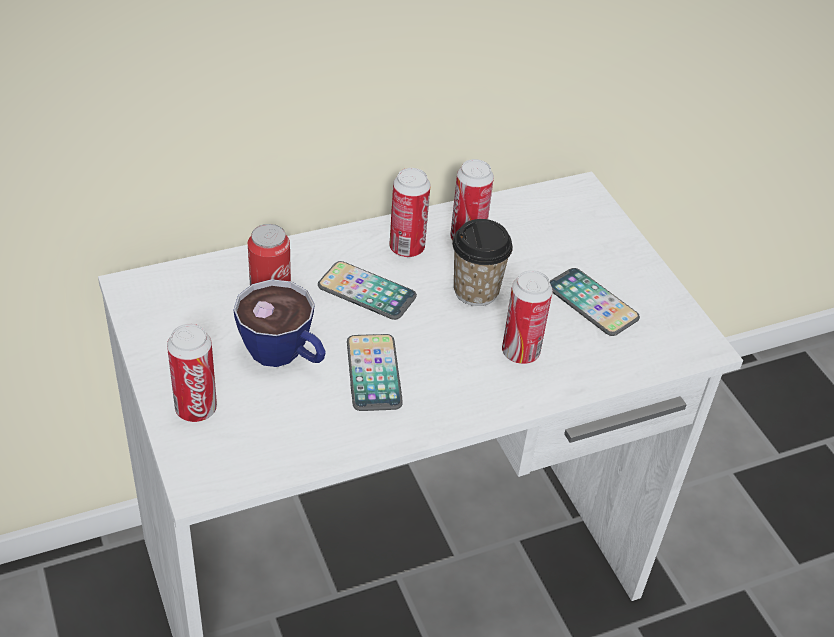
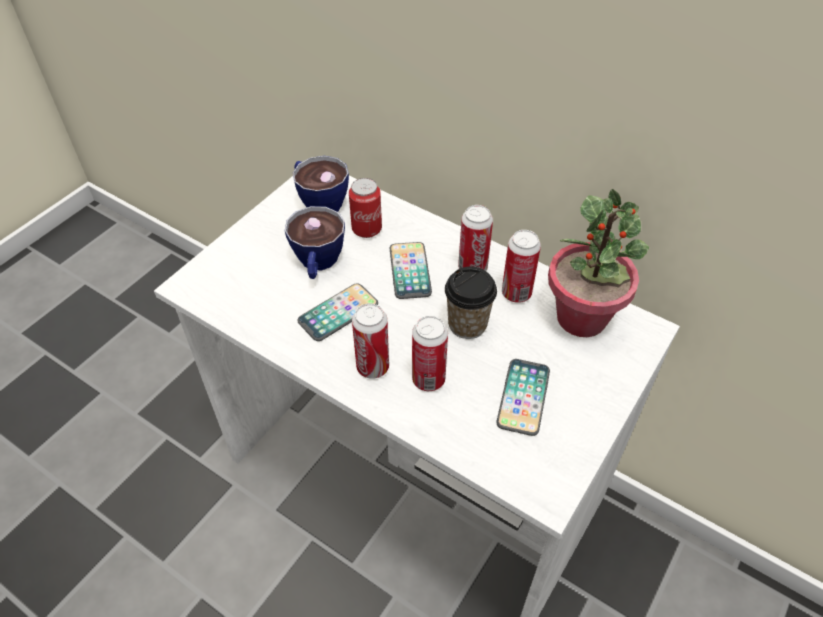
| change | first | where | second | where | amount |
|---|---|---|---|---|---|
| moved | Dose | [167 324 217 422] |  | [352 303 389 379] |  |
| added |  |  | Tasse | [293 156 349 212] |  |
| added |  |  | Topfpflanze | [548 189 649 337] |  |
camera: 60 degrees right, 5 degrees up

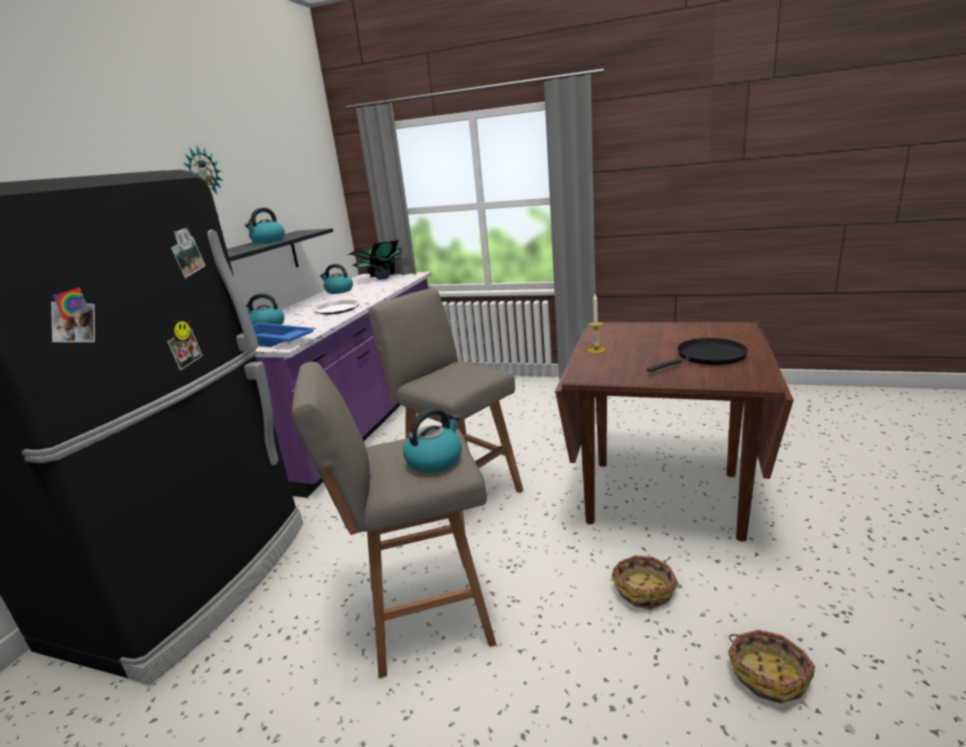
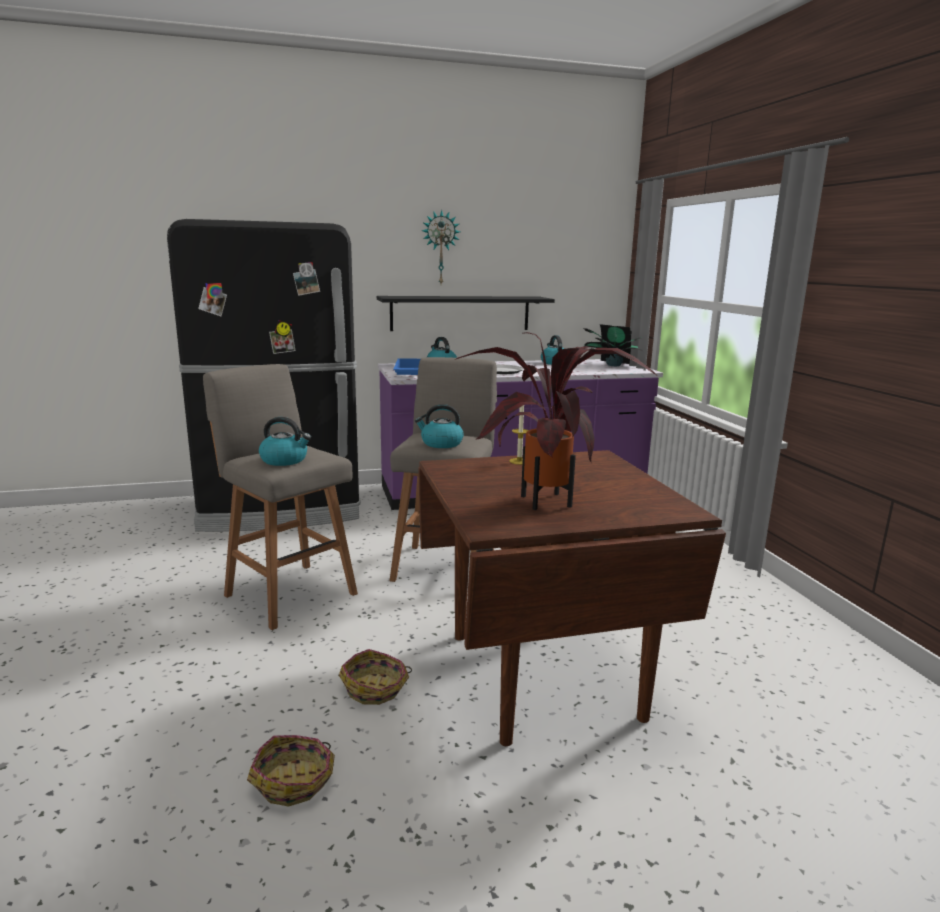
| change | first | where | second | where | amount |
|---|---|---|---|---|---|
| moved | Wasserkessel | [244 208 285 244] |  | [415 404 464 448] |  |
| replaced | Pfanne [schwarz] | [647 338 748 372] | Topfpflanze | [456 332 656 510] |  |
camera: 55 degrees right, 5 degrees down

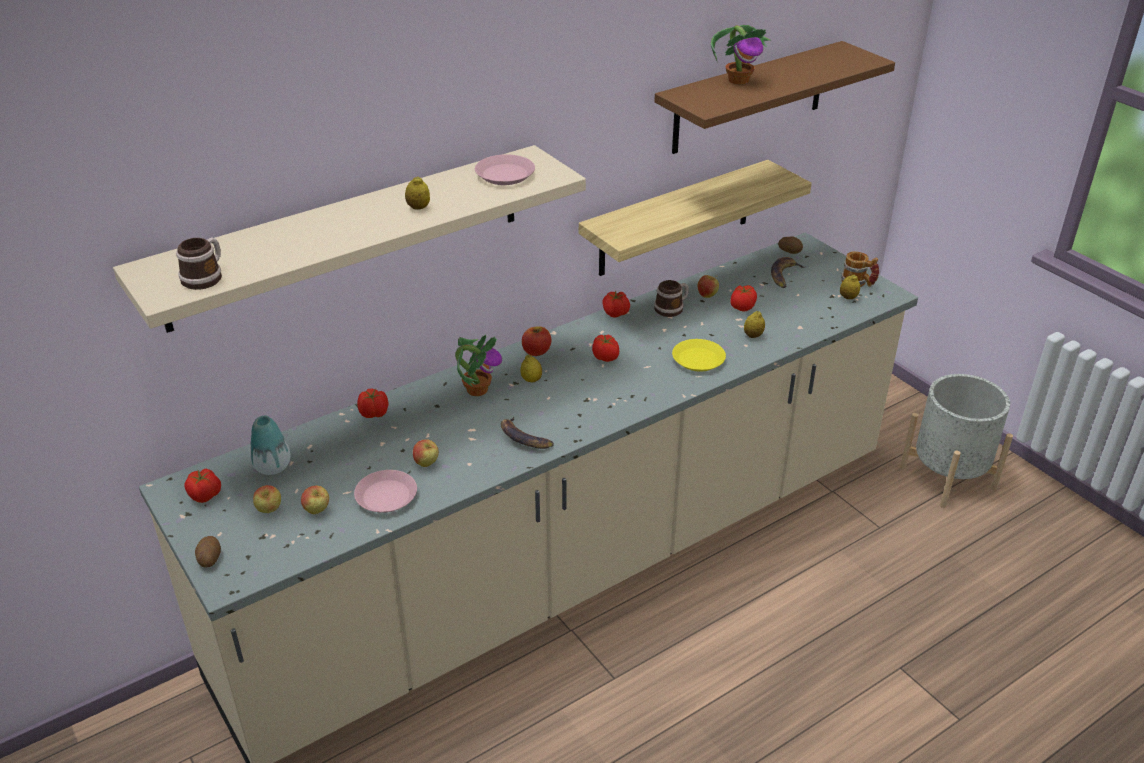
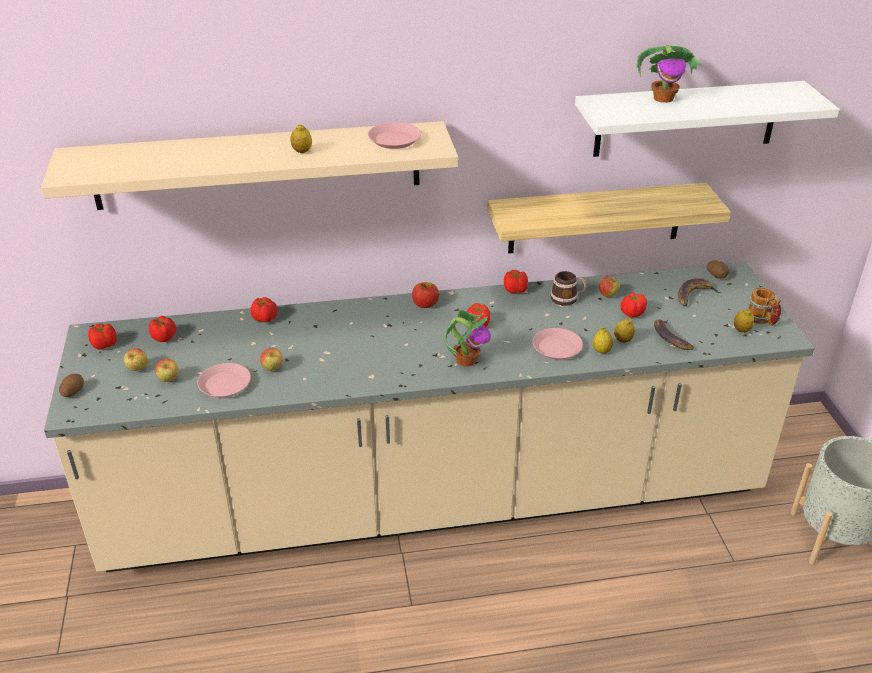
| change | first | where | second | where | amount |
|---|---|---|---|---|---|
| removed | Henkelbecher | [176 237 222 290] |  |  |  |
| replaced | Vase | [250 416 291 475] | Tomate | [149 316 176 342] |  |
| moved | Topfpflanze | [455 334 502 396] |  | [444 310 491 367] |  |
| moved | Banane | [501 417 554 449] |  | [654 319 694 350] |  |
| moved | Zitrone | [520 355 542 382] |  | [593 328 613 354] |  |
| recoloured | Wandregal [braun] | [654 41 895 154] | Wandregal [weiß] | [575 81 840 157] |  |
| recoloured | Teller [gelb] | [672 339 726 372] | Teller [rosa] | [533 328 583 359] |  |
camera: 25 degrees right, 0 degrees up

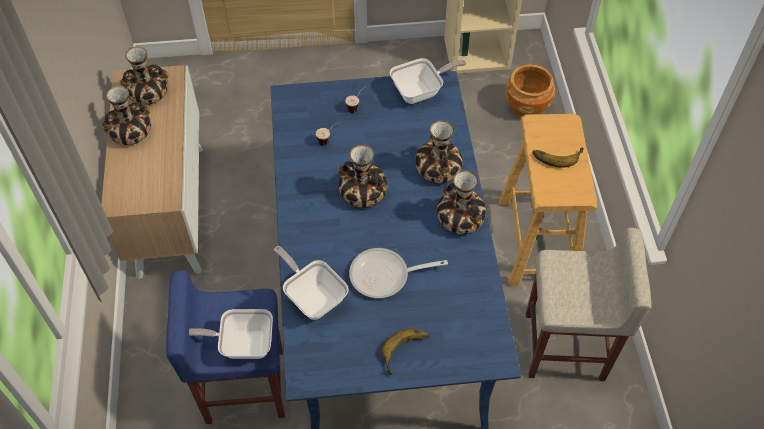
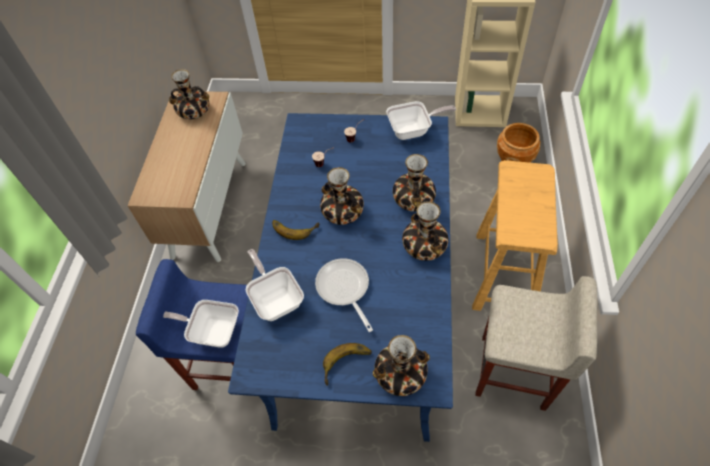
| change | first | where | second | where | amount |
|---|---|---|---|---|---|
| moved | Vase | [102 86 151 145] |  | [373 335 430 396] |  |
| turned | Pfanne | [349 248 448 298] |  | [315 258 373 332] | 60 degrees clockwise |
| moved | Banane | [532 147 584 168] |  | [272 220 319 240] |  |
camera: 15 degrees right, 0 degrees up

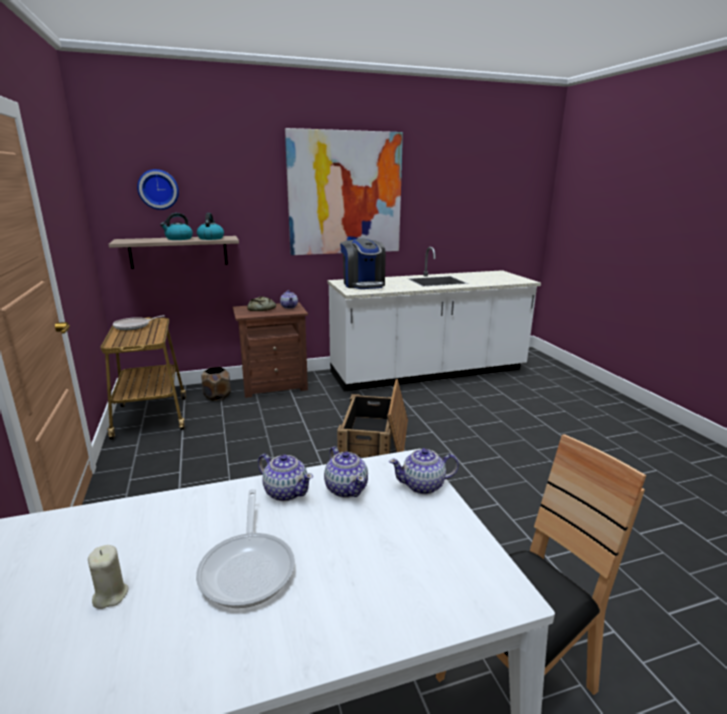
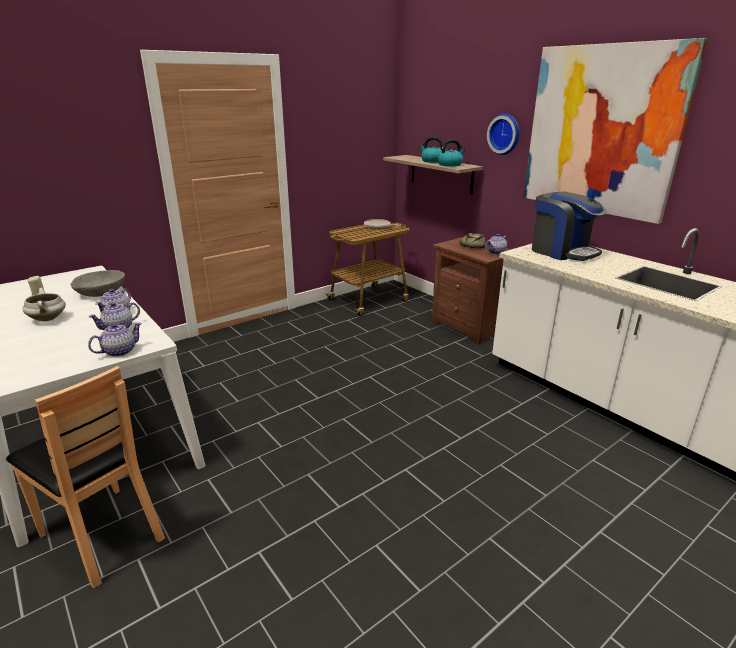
| change | first | where | second | where | amount |
|---|---|---|---|---|---|
| moved | Wanduhr | [137 169 179 210] |  | [487 114 519 155] |  |
| replaced | Pfanne | [196 489 295 608] | Kochtopf [weiß] | [22 288 66 321] |  |
| removed | Pflanzkübel [braun] | [201 367 231 401] |  |  |  |
| removed | Kiste | [337 379 408 458] |  |  |  |
| turned | Kaffeemaschine | [340 238 386 289] |  | [532 191 606 261] | 90 degrees counterclockwise |
| turned | Teekanne | [389 448 459 494] |  | [88 322 142 357] | 75 degrees clockwise |
| added |  |  | Schüssel [grau] | [71 270 125 297] |  |
camera: 70 degrees right, 5 degrees up

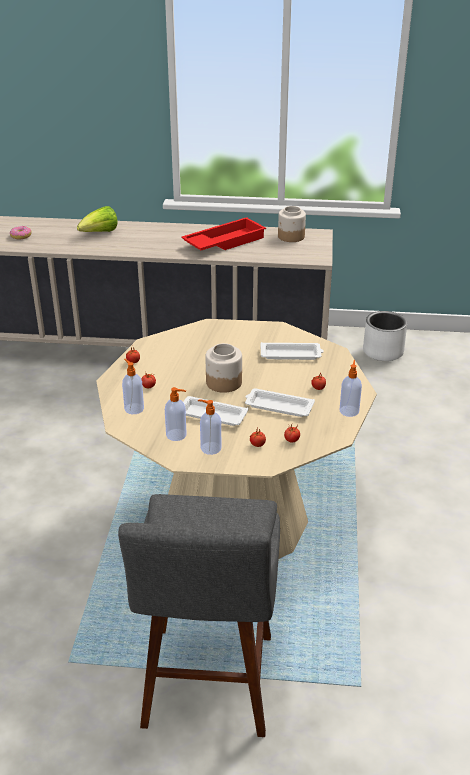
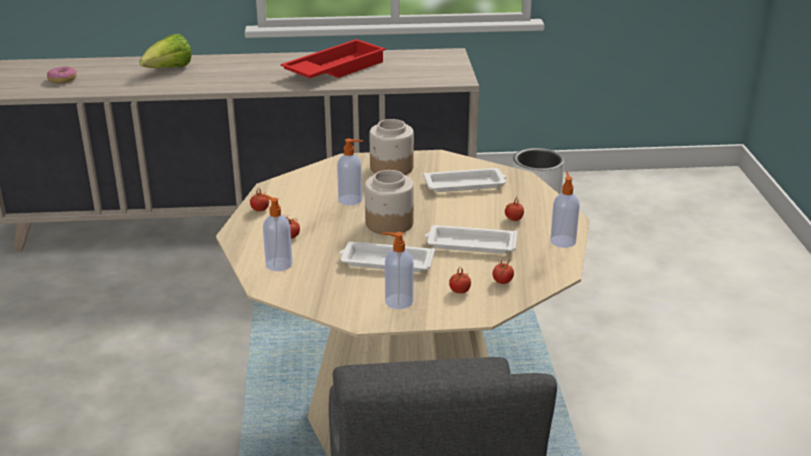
| change | first | where | second | where | amount |
|---|---|---|---|---|---|
| moved | Seifenspender | [165 387 187 441] |  | [337 139 363 205] |  |
| moved | Vorratsglas | [278 206 306 242] |  | [370 119 414 175] |  |
camera: 10 degrees left, 5 degrees down

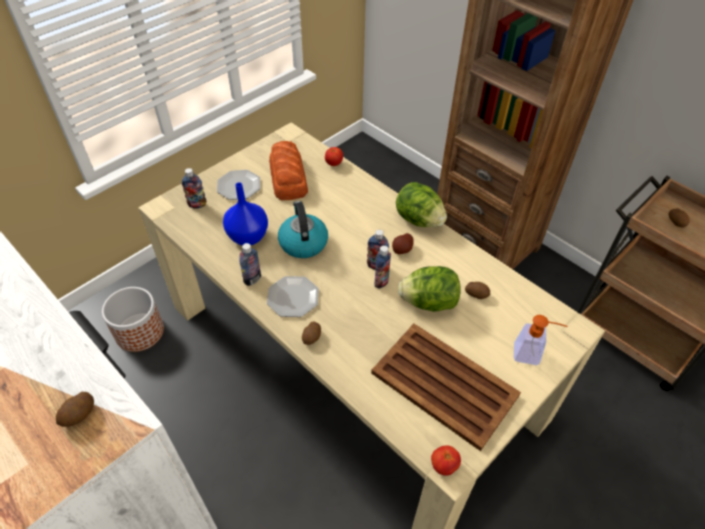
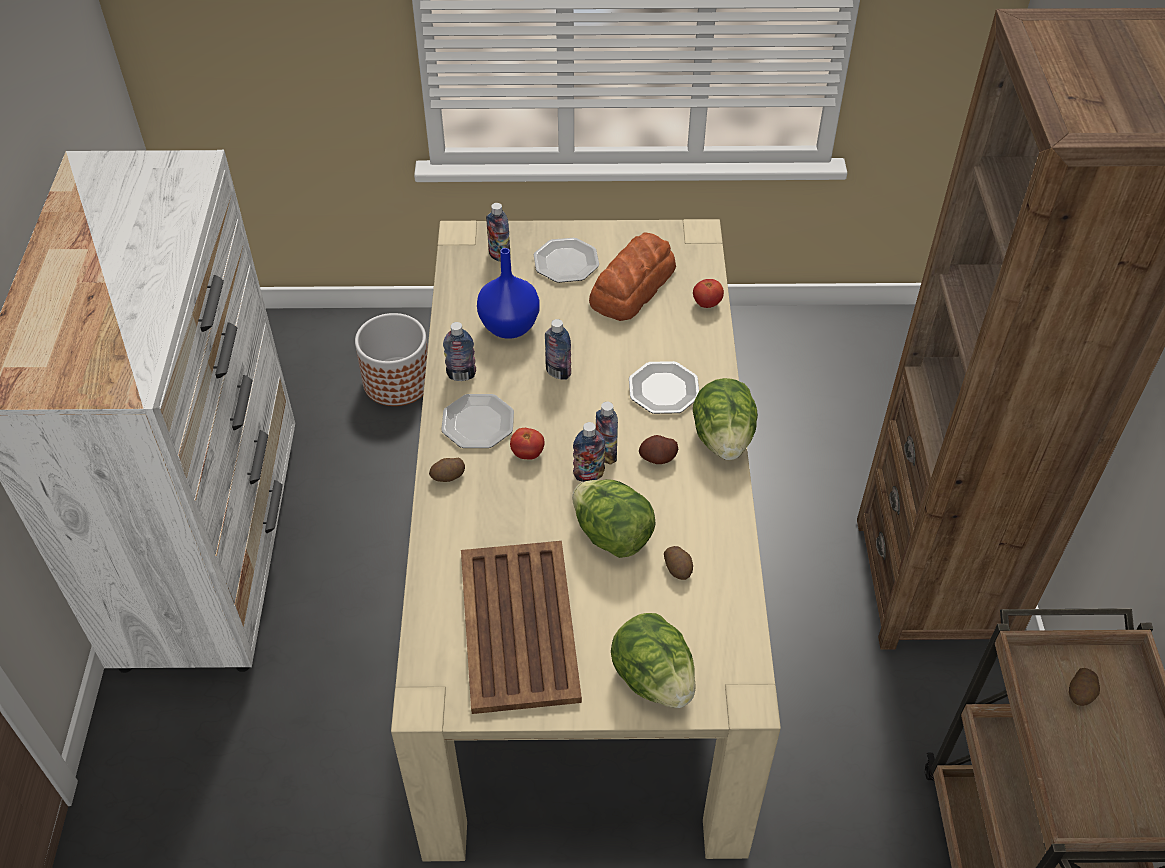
| change | first | where | second | where | amount |
|---|---|---|---|---|---|
| removed | Kartoffel | [56 392 94 427] |  |  |  |
| replaced | Wasserkessel | [278 201 328 258] | Flasche | [545 319 571 380] |  |
| moved | Tomate | [431 445 461 476] |  | [510 428 545 460] |  |
| replaced | Seifenspender | [514 315 568 365] | Salatkopf | [611 613 696 708] |  |
| added |  |  | Teller | [629 361 699 414] |  |
camera: 45 degrees right, 0 degrees up

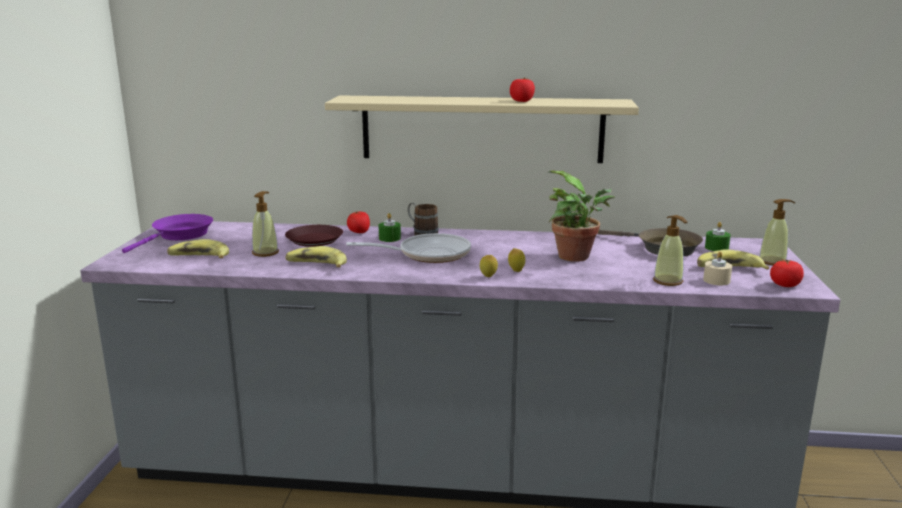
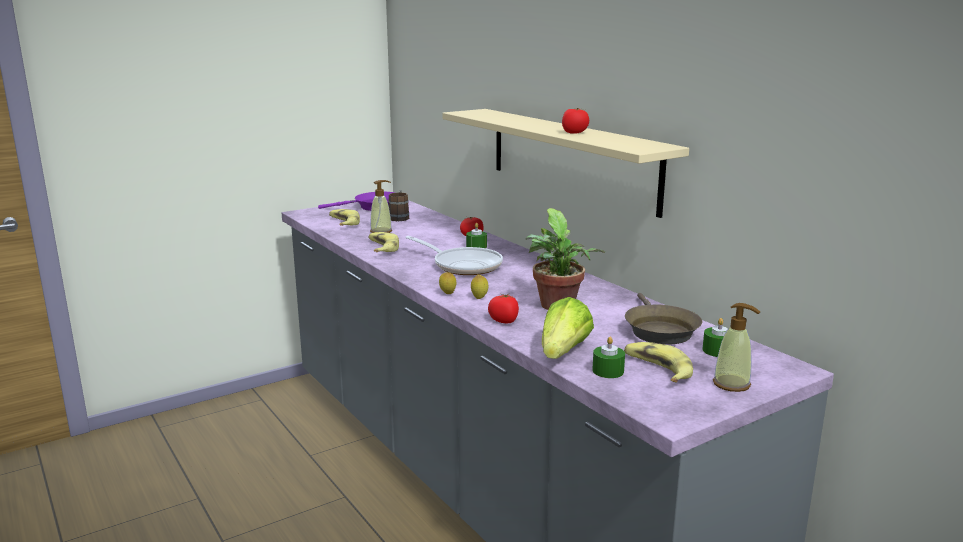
| change | first | where | second | where | amount |
|---|---|---|---|---|---|
| removed | Teller [braun] | [285 225 343 247] |  |  |  |
| moved | Henkelbecher [braun] | [408 203 438 236] |  | [388 190 409 221] |  |
| replaced | Seifenspender | [653 215 687 286] | Salatkopf | [542 297 594 359] |  |
| recoloured | Kerze [beige] | [703 251 732 285] | Kerze [grün] | [592 337 625 378] |  |
| moved | Tomate | [770 259 804 287] |  | [488 293 519 323] |  |
camera: 50 degrees right, 0 degrees up

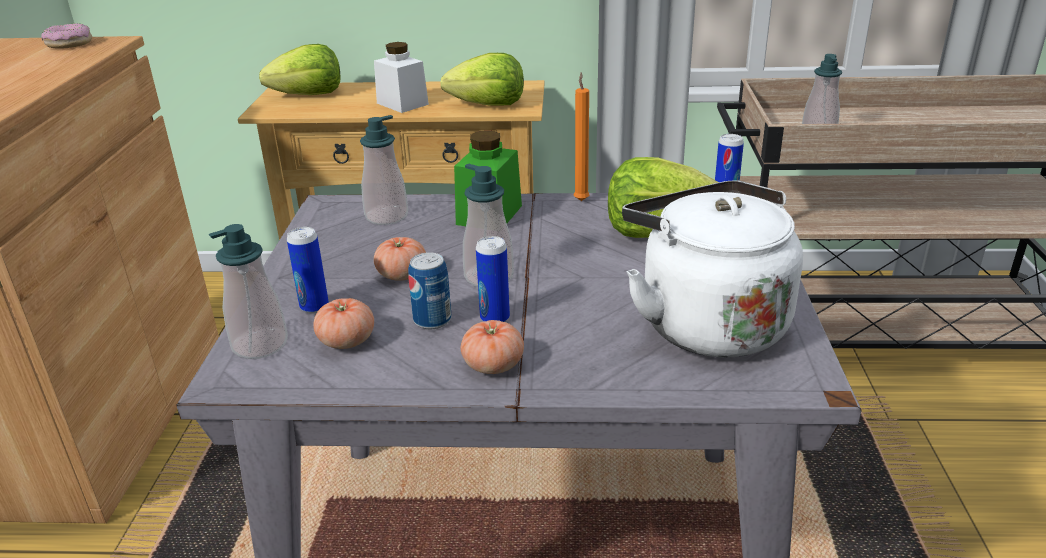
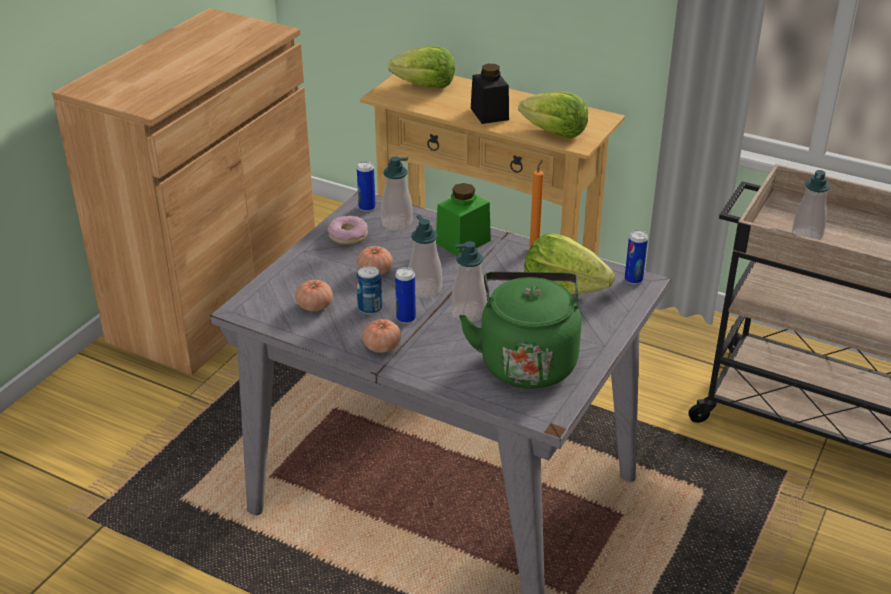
| change | first | where | second | where | amount |
|---|---|---|---|---|---|
| moved | Donut | [41 23 92 49] |  | [328 216 368 245] |  |
| moved | Seifenspender | [209 224 288 359] |  | [452 241 486 322] |  |
| moved | Dose | [287 227 329 314] |  | [357 161 375 212] |  |
| recoloured | Vorratsglas [weiß] | [374 42 429 113] | Vorratsglas [schwarz] | [471 64 509 124] |  |
| recoloured | Wasserkessel [weiß] | [622 180 803 358] | Wasserkessel [grün] | [459 272 581 389] |  |
camera: 25 degrees right, 5 degrees up

